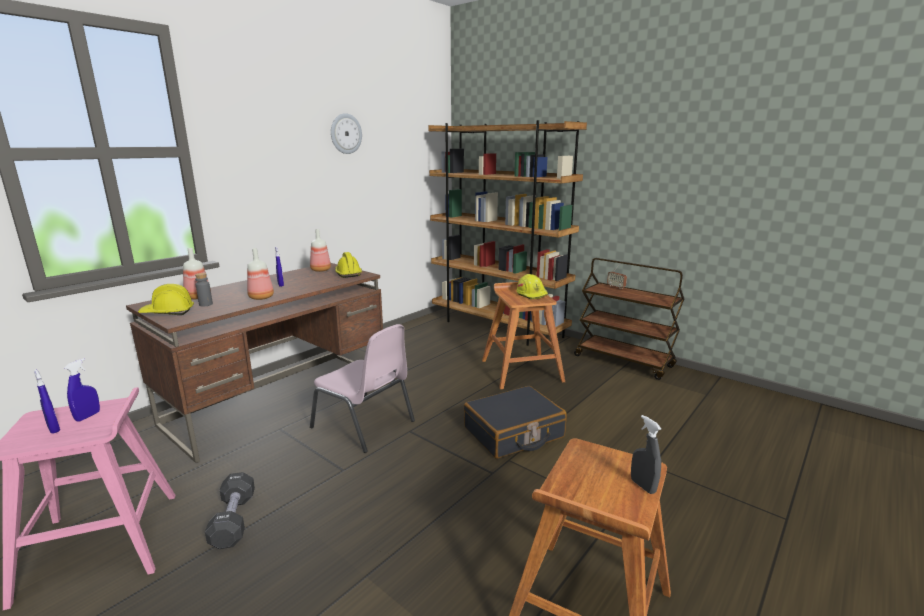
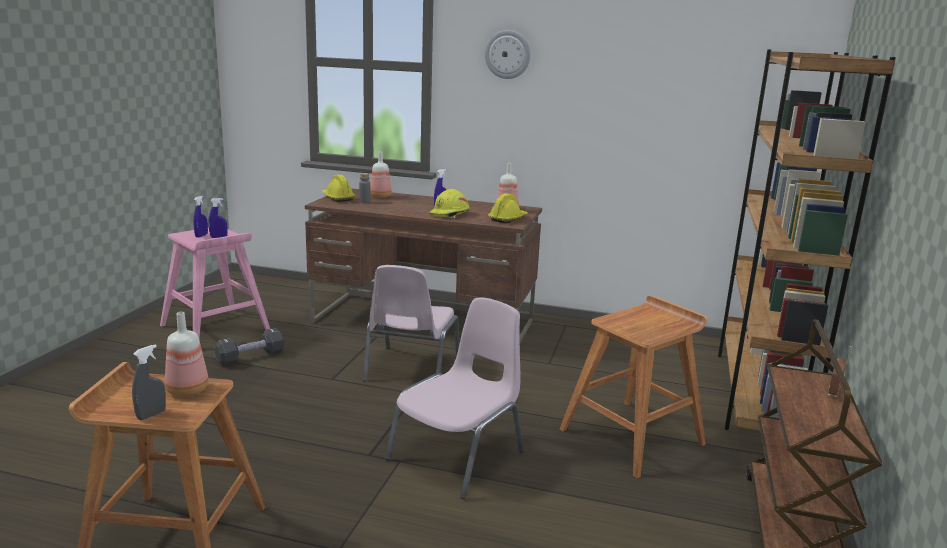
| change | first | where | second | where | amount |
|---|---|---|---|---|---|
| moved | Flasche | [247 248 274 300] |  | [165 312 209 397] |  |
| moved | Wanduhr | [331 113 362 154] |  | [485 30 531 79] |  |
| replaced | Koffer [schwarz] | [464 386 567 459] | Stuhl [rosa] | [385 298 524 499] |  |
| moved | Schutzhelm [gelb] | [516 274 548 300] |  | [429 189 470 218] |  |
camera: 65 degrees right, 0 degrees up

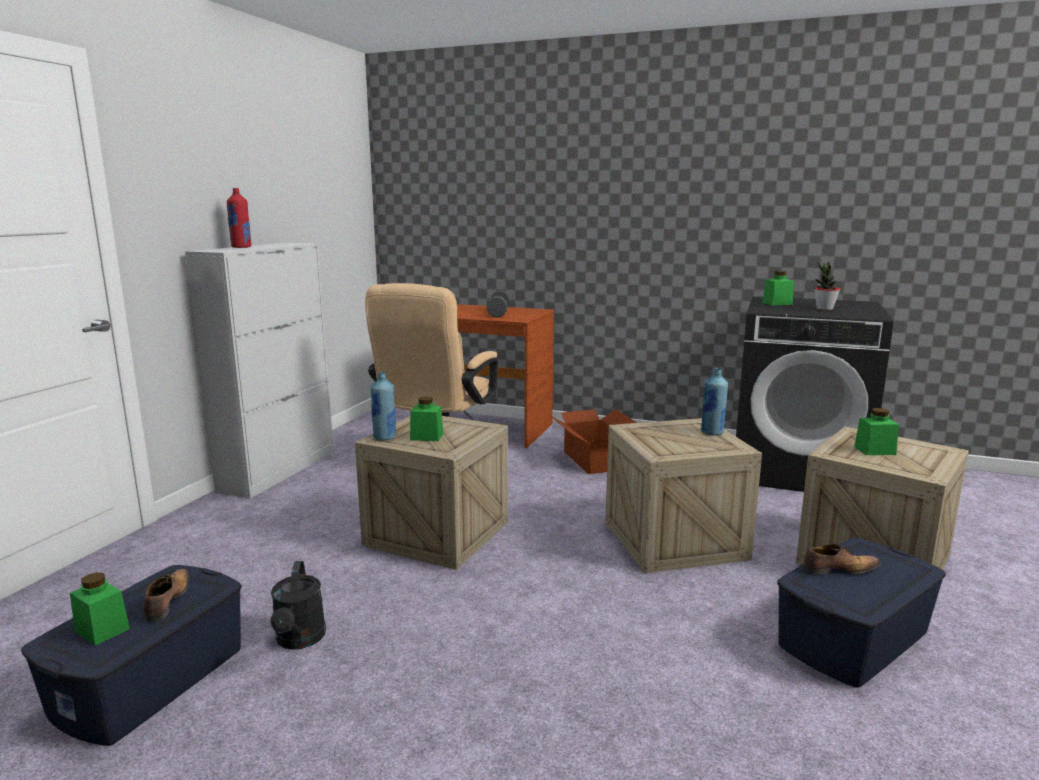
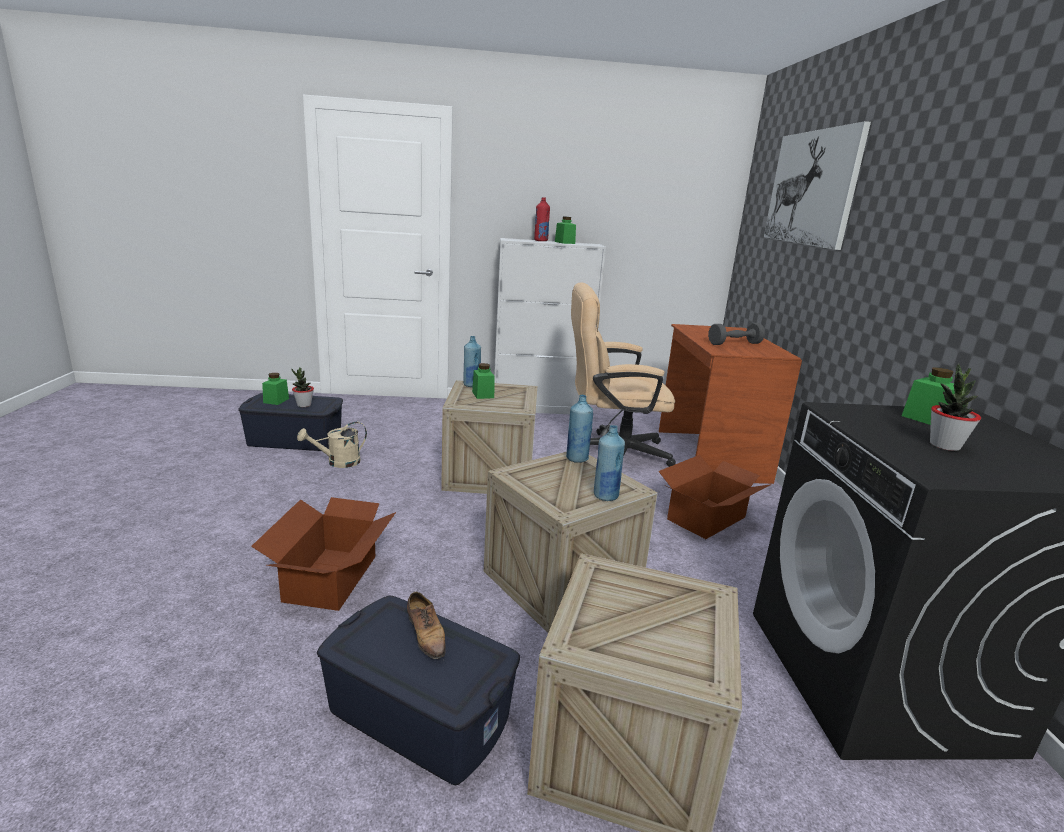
| change | first | where | second | where | amount |
|---|---|---|---|---|---|
| replaced | Schuh | [143 569 189 622] | Topfpflanze | [291 368 314 407] |  |
| recoloured | Gießkanne [schwarz] | [271 561 326 650] | Gießkanne [beige] | [297 422 367 468] |  |
| moved | Vorratsglas [grün] | [854 408 899 455] |  | [555 216 576 244] |  |
| added |  |  | Karton | [251 497 396 611] |  |
| added |  |  | Flasche [blau] | [566 395 593 463] |  |
| added |  |  | Bild | [764 121 871 250] |  |
camera: 65 degrees right, 5 degrees up

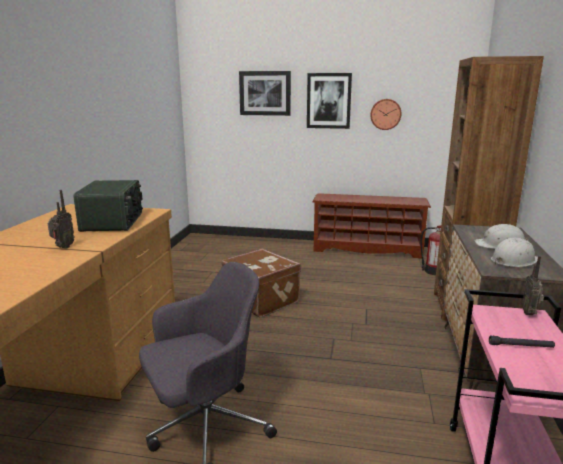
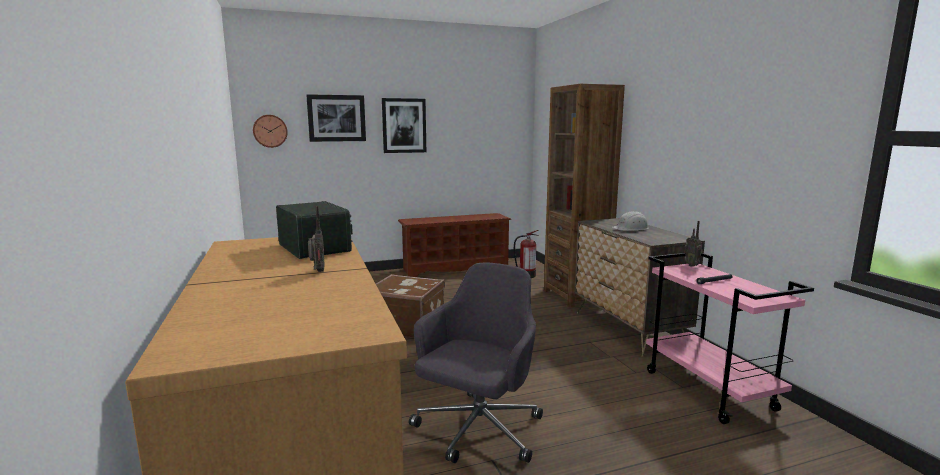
| change | first | where | second | where | amount |
|---|---|---|---|---|---|
| moved | Wanduhr | [370 99 401 130] |  | [253 115 288 148] |  |
| removed | Schutzhelm [weiß] | [491 238 538 267] |  |  |  |
camera: 30 degrees left, 5 degrees down

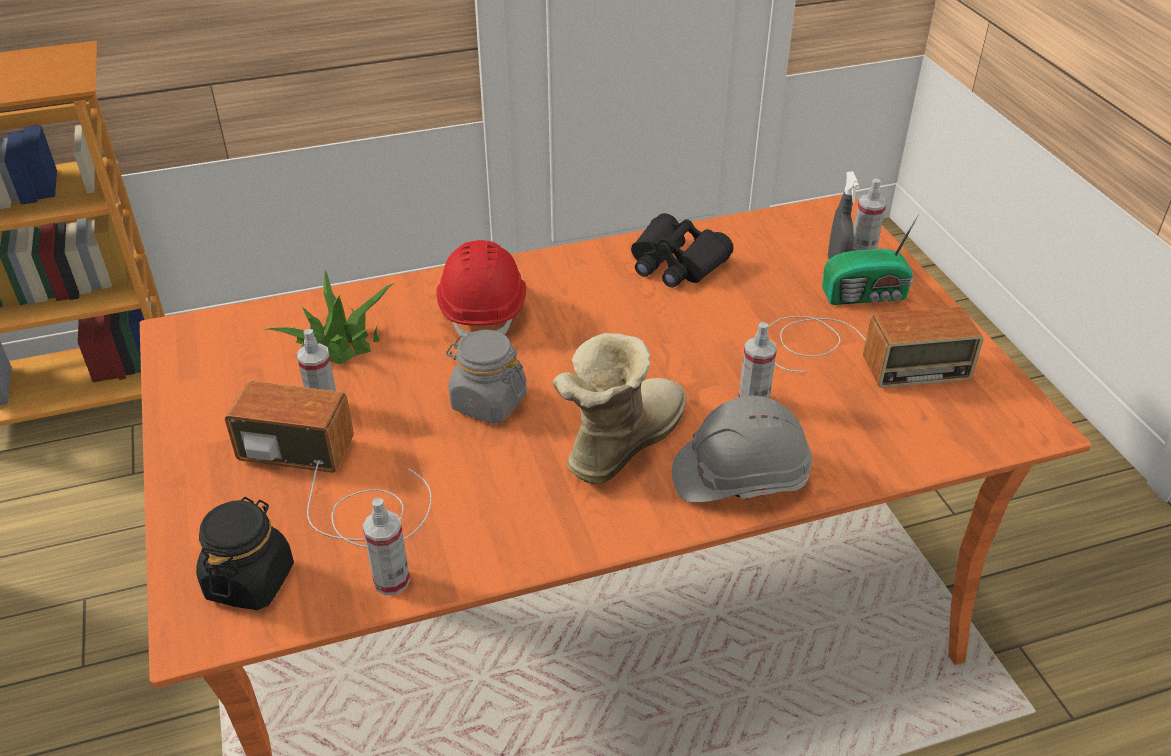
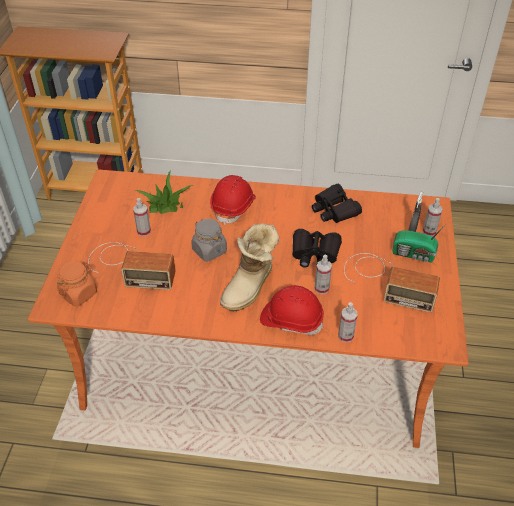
| change | first | where | second | where | amount |
|---|---|---|---|---|---|
| recoloured | Vorratsglas [schwarz] | [196 497 294 610] | Vorratsglas [orange] | [57 261 97 306] |  |
| turned | Radio | [225 381 432 548] |  | [88 242 175 290] | 150 degrees clockwise |
| moved | Sprühflasche | [362 498 410 595] |  | [338 302 357 343] |  |
| turned | Stiefel | [552 333 687 484] |  | [220 223 279 312] | 150 degrees clockwise |
| recoloured | Schutzhelm [grau] | [672 396 812 503] | Schutzhelm [rot] | [260 285 324 335] |  |
| added |  |  | Fernglas [schwarz] | [292 229 342 268] |  |
camera: 25 degrees right, 5 degrees up

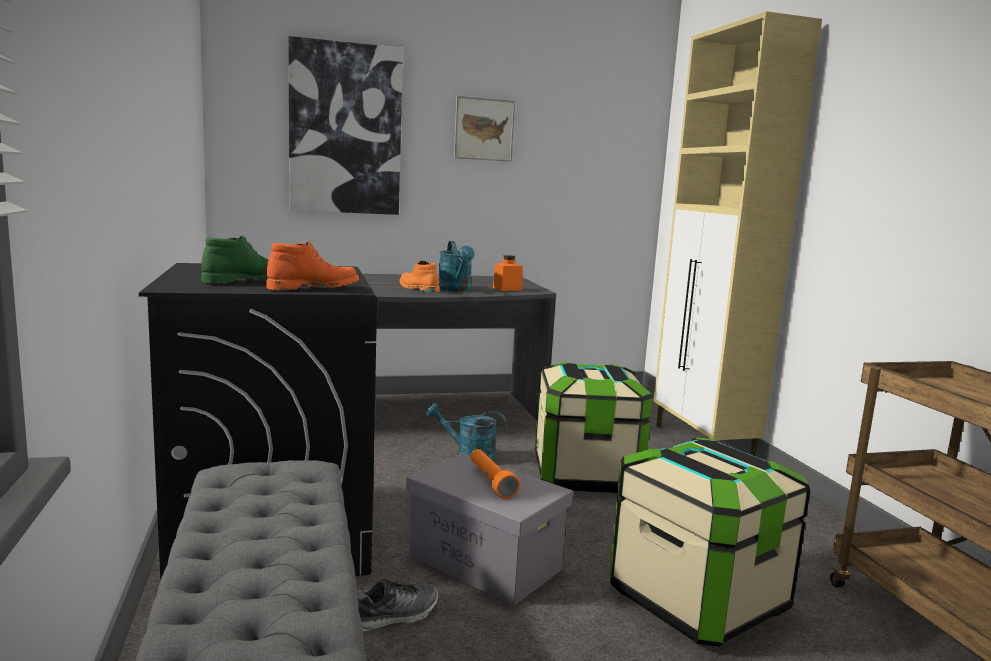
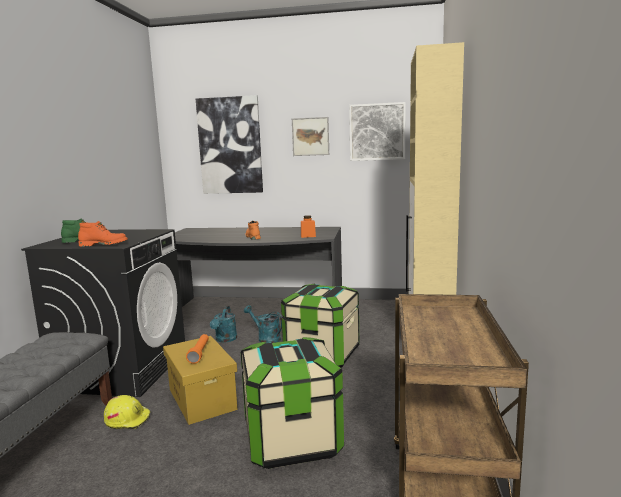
| change | first | where | second | where | amount |
|---|---|---|---|---|---|
| replaced | Schuh | [358 579 438 632] | Schutzhelm [gelb] | [104 395 150 429] |  |
| recoloured | Aufbewahrungsbox [grau] | [406 453 573 606] | Aufbewahrungsbox [gelb] | [163 336 238 425] |  |
| moved | Gießkanne [türkis] | [439 241 475 292] |  | [210 306 237 343] |  |
| added |  |  | Bild | [349 102 406 161] |  |
camera: 25 degrees right, 0 degrees up

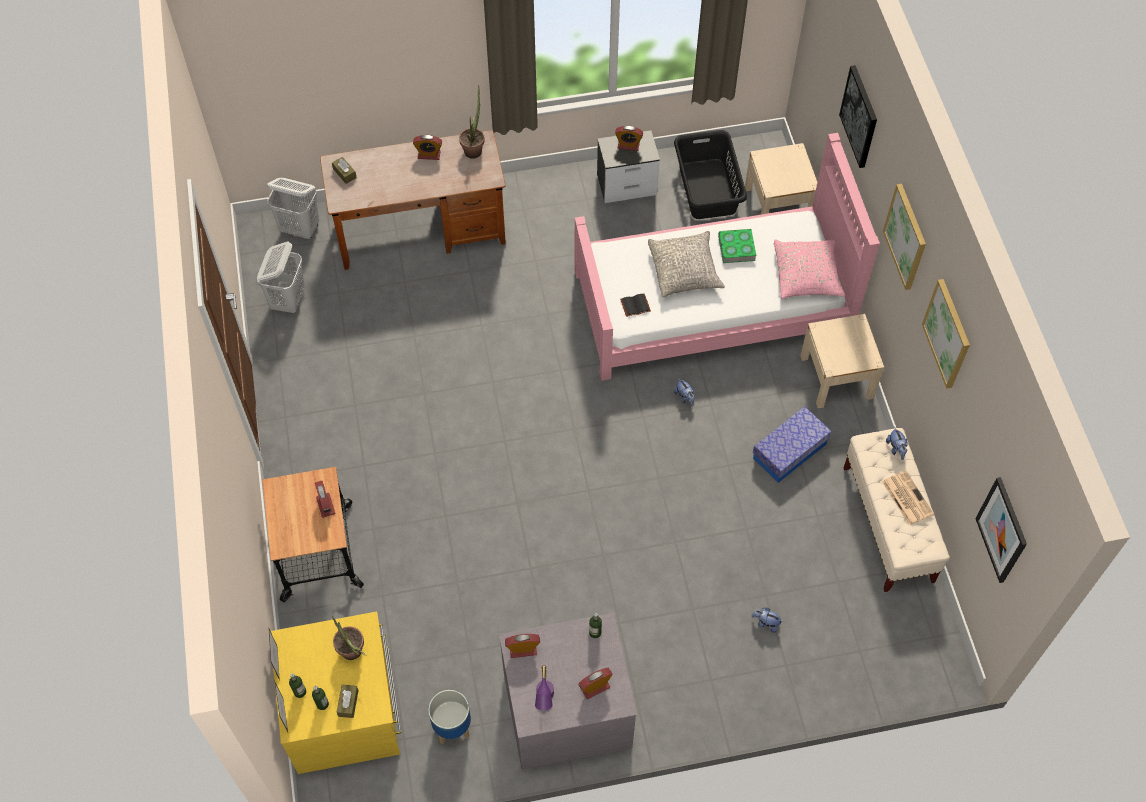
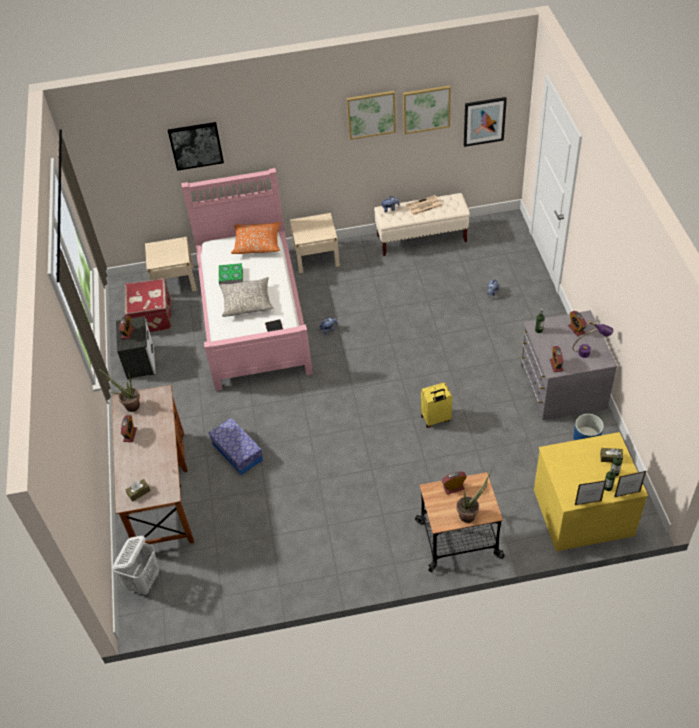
| change | first | where | second | where | amount |
|---|---|---|---|---|---|
| removed | Wäschekorb [weiß] | [257 242 305 313] |  |  |  |
| moved | Topfpflanze | [332 616 366 660] |  | [456 471 491 523] |  |
| replaced | Wäschekorb [schwarz] | [674 130 747 219] | Koffer [rot] | [125 278 173 333] |  |
| moved | Aufbewahrungsbox | [753 407 832 483] |  | [209 418 263 475] |  |
| recoloured | Kissen [rosa] | [774 239 845 299] | Kissen [orange] | [231 222 281 254] |  |
| moved | Bild | [883 184 926 290] |  | [403 85 451 134] |  |
| added |  |  | Koffer [gelb] | [421 382 452 428] |  |
camera: 85 degrees left, 10 degrees down

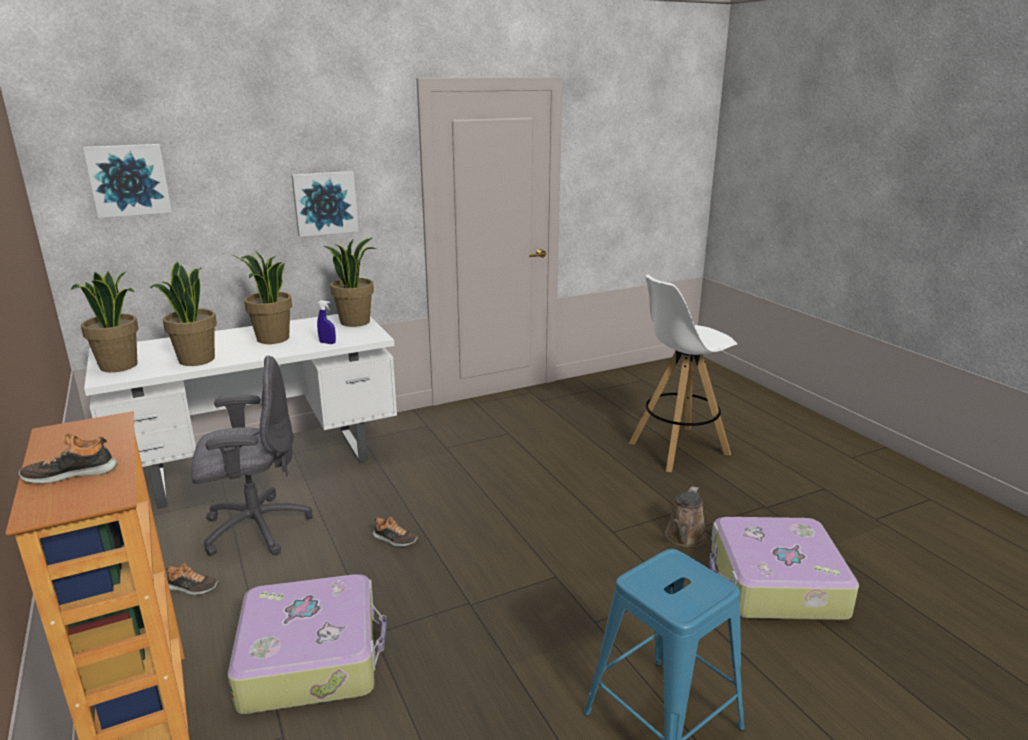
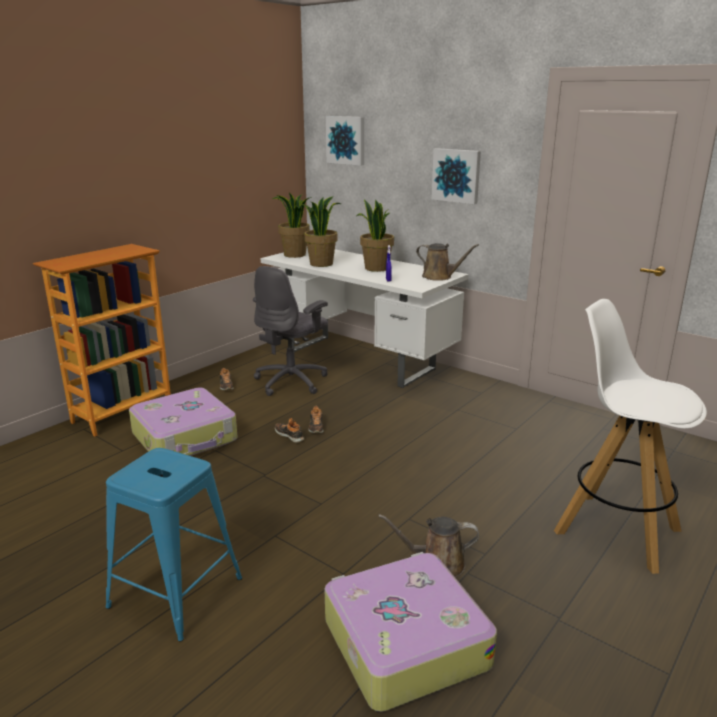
| change | first | where | second | where | amount |
|---|---|---|---|---|---|
| moved | Schuh | [19 433 117 484] |  | [275 418 304 443] |  |
| turned | Bürostuhl [grau] | [191 355 313 556] |  | [253 266 328 396] | 75 degrees clockwise |
| replaced | Topfpflanze | [323 238 377 327] | Gießkanne [braun] | [416 243 479 281] |  |
camera: 65 degrees right, 0 degrees up

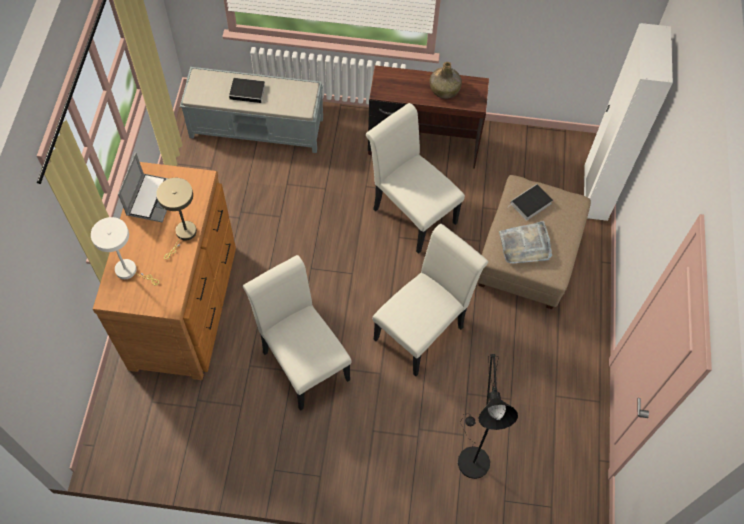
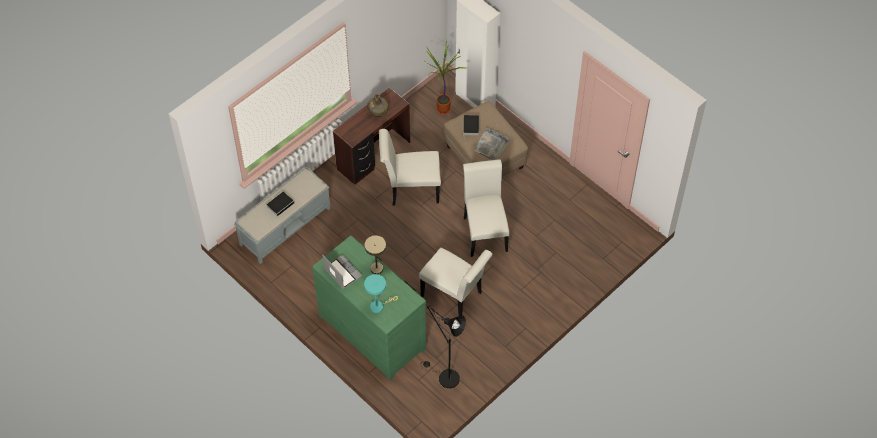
| change | first | where | second | where | amount |
|---|---|---|---|---|---|
| recoloured | Tischlampe [weiß] | [91 217 159 285] | Tischlampe [türkis] | [364 274 398 313] |  |
| recoloured | Kommode [braun] | [93 162 236 380] | Kommode [grün] | [312 236 426 381] |  |
| turned | Stuhl [weiß] | [243 255 352 411] |  | [419 248 493 316] | 150 degrees counterclockwise |
| moved | Stehlampe [schwarz] | [458 354 518 479] |  | [420 305 466 388] |  |
| added |  |  | Topfpflanze | [426 40 466 115] |  |
camera: 50 degrees left, 5 degrees down

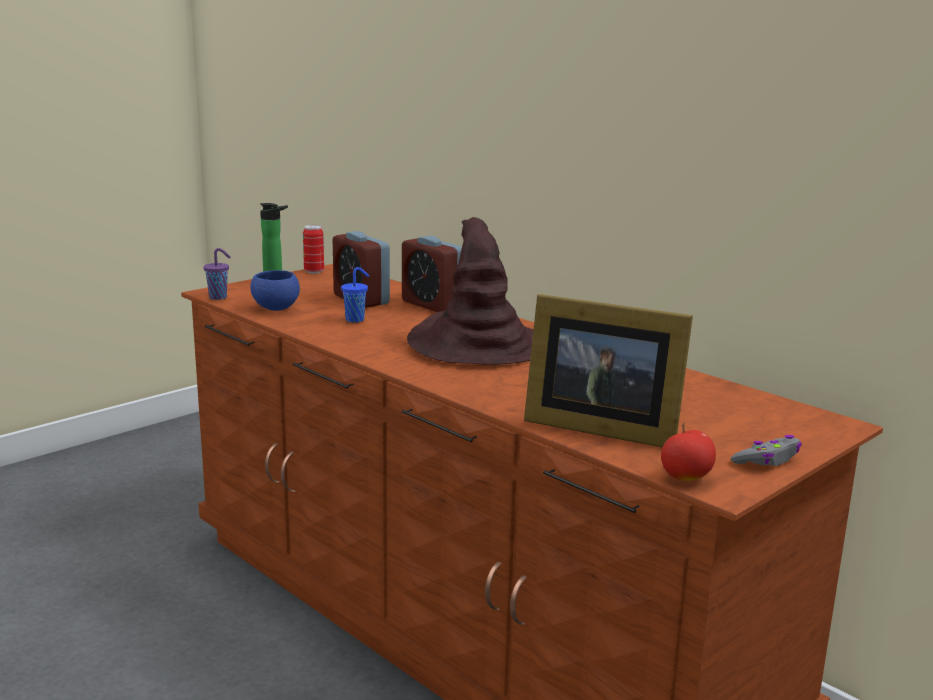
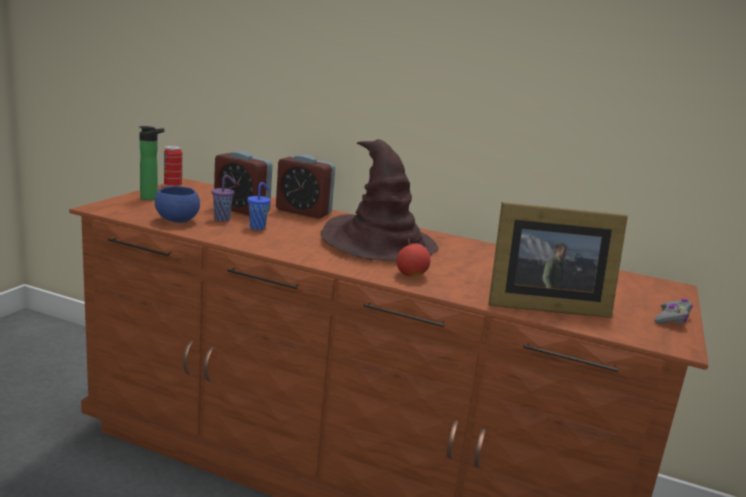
| change | first | where | second | where | amount |
|---|---|---|---|---|---|
| moved | Tasse [lila] | [203 248 231 300] |  | [212 175 236 222] |  |
| moved | Apfel | [661 422 716 481] |  | [396 239 431 277] |  |
camera: 25 degrees left, 0 degrees up

